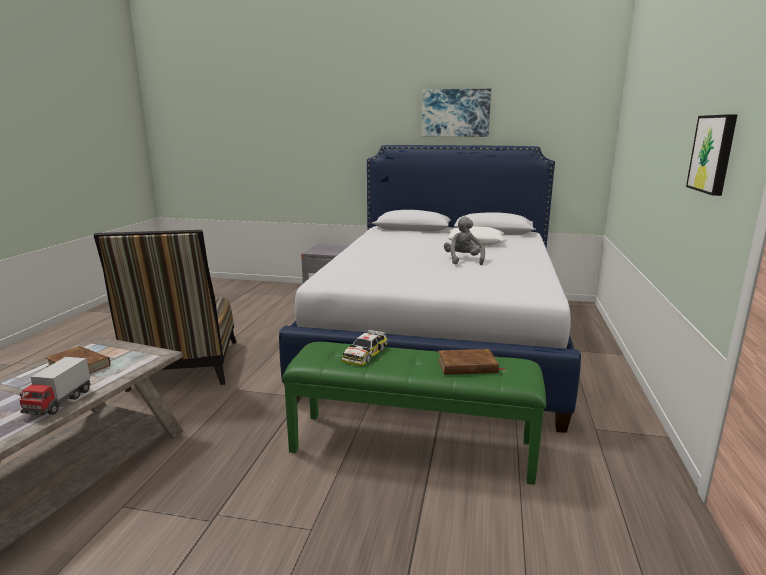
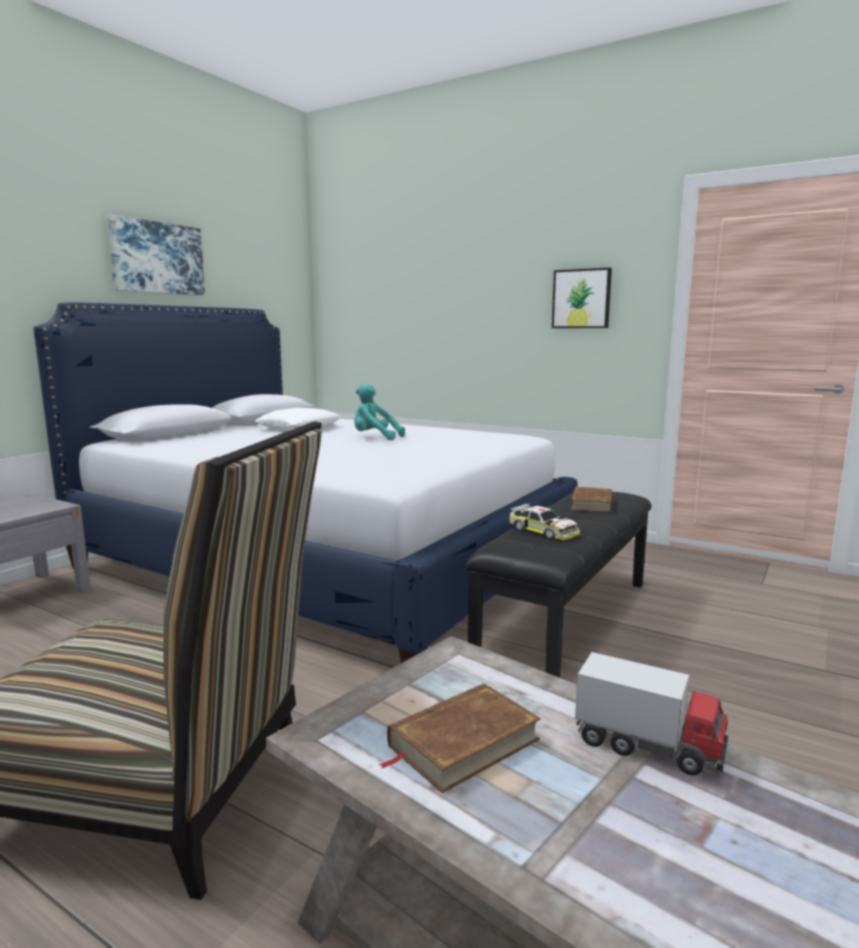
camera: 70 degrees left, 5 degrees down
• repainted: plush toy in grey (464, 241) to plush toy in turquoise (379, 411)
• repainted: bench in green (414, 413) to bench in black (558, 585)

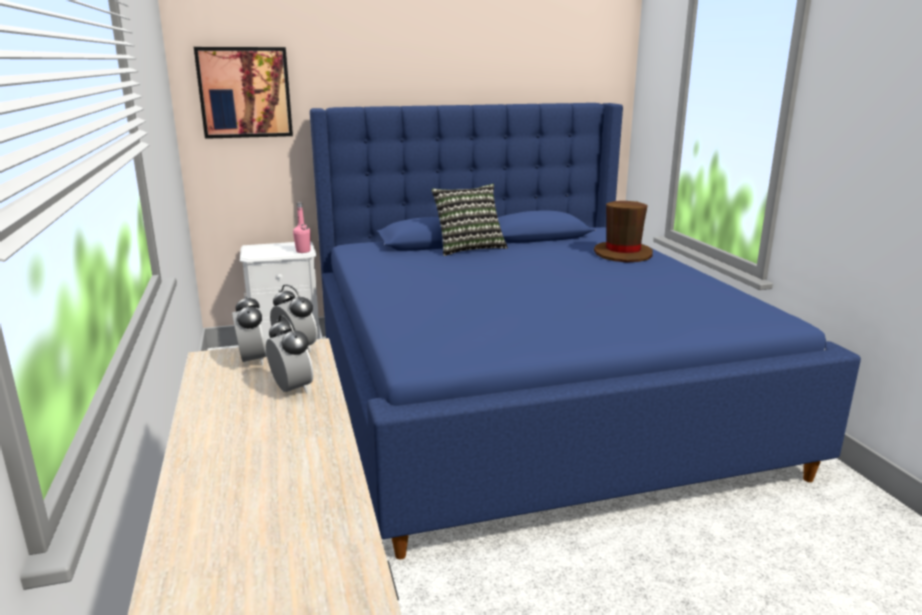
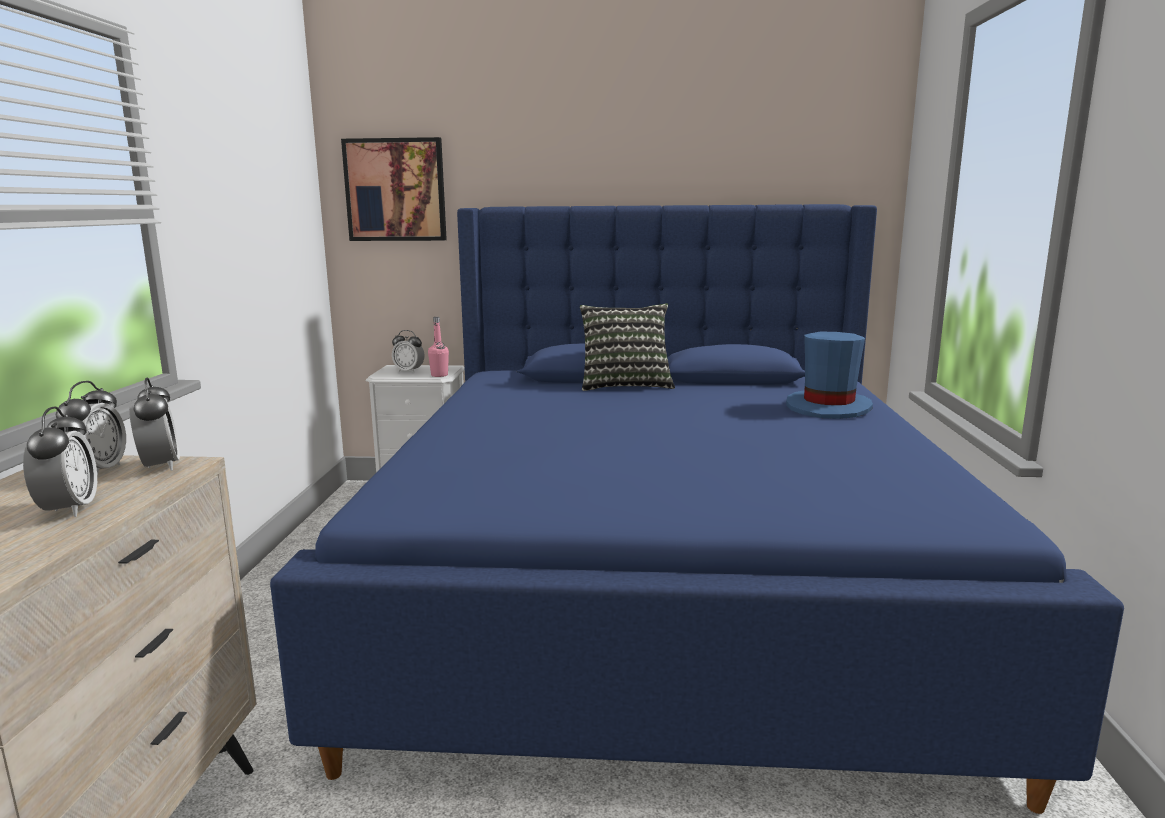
camera: 20 degrees right, 5 degrees down
• new: alarm clock (408, 351)
• repainted: hat in brown (623, 232) to hat in blue (829, 375)

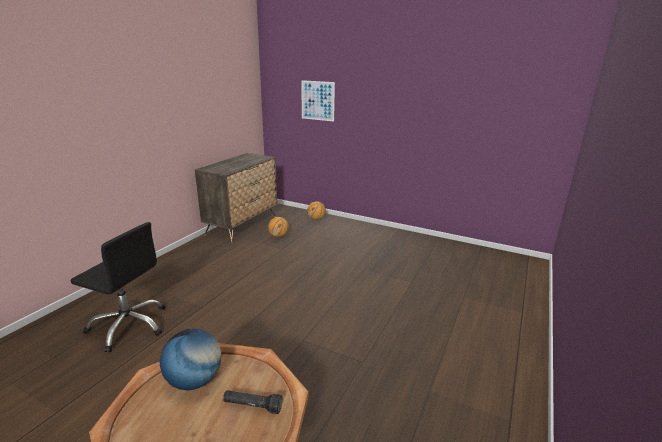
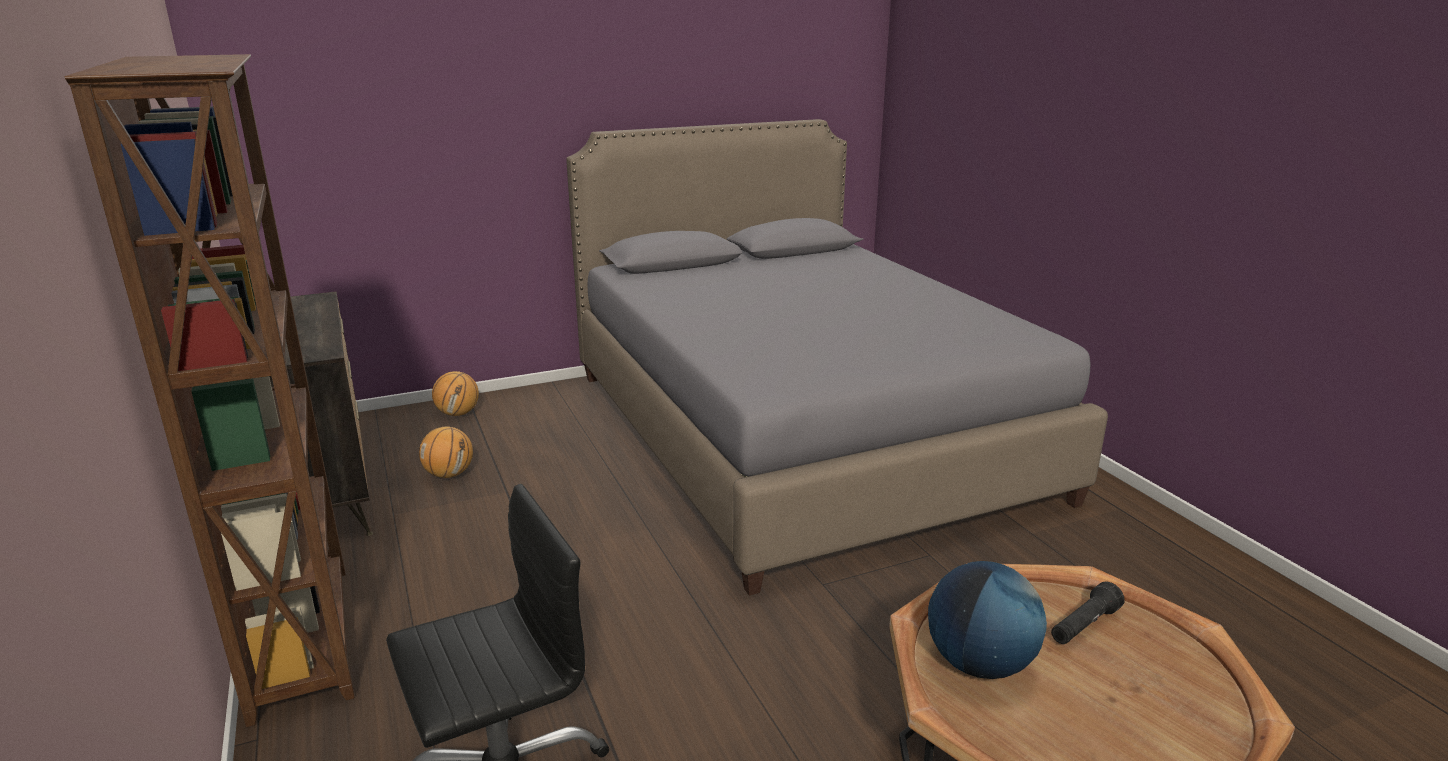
camera: 50 degrees left, 0 degrees up
• new: bookcase in brown (210, 390)
• new: bed in grey (837, 357)
• gone: picture (318, 101)

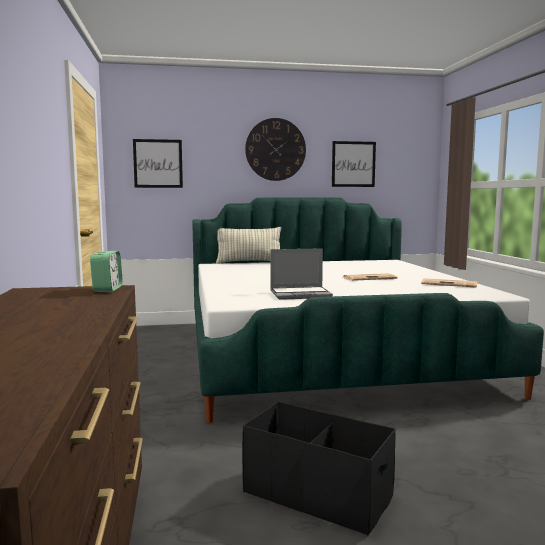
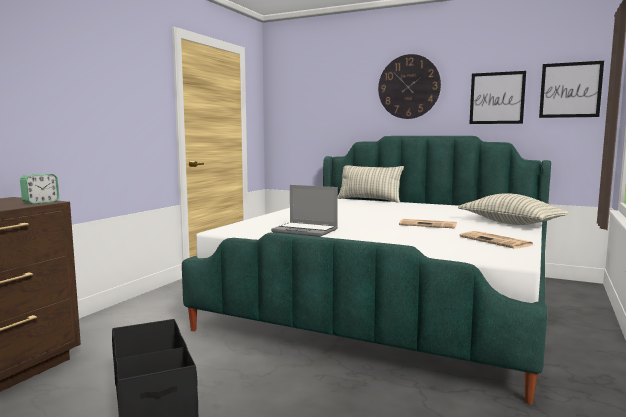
camera: 35 degrees right, 0 degrees up
• new: pillow (513, 209)
• shifted: picture (158, 163) to (571, 89)

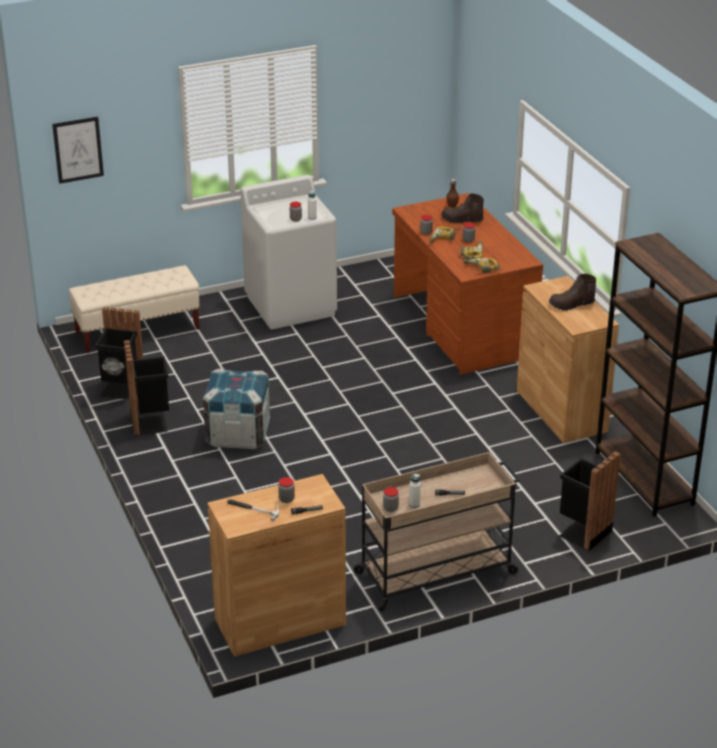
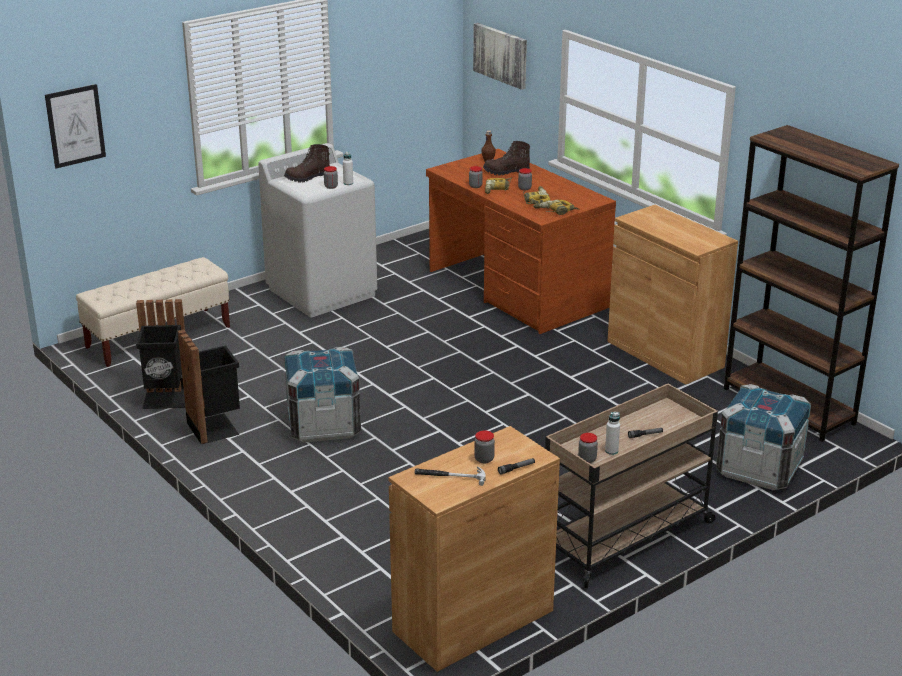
camera: 15 degrees left, 5 degrees down
• shifted: boot in brown (573, 292) to (307, 163)
• new: picture (500, 56)
• swapped: trash can in black (590, 501) to crate (763, 437)

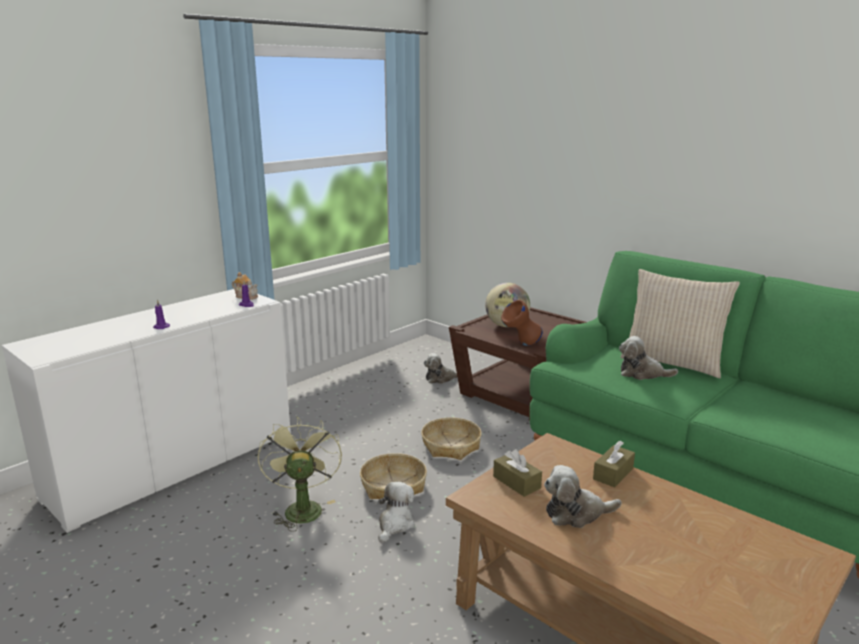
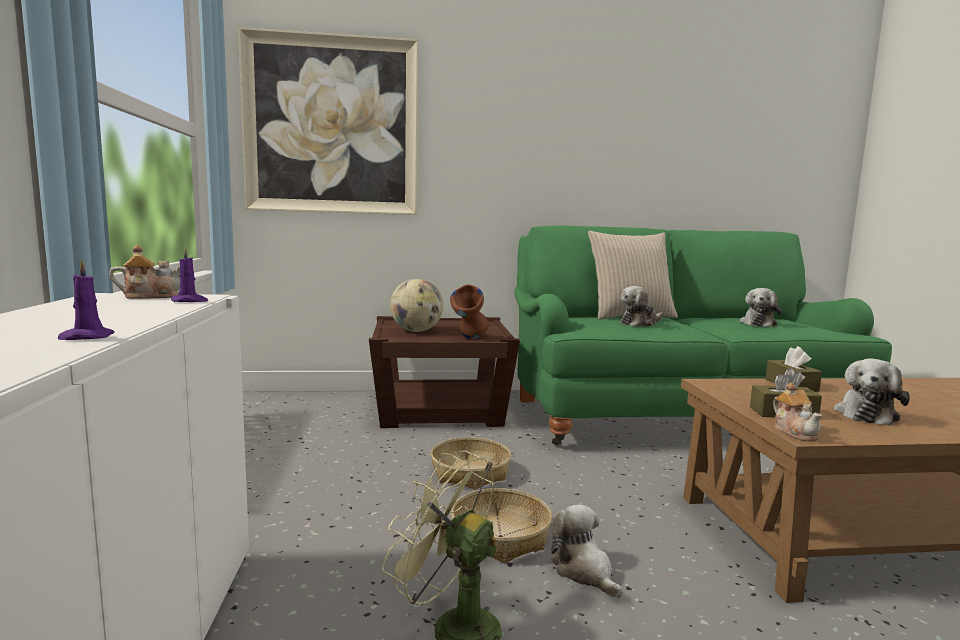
camera: 50 degrees left, 10 degrees down
• new: picture (328, 121)
• shifted: plush toy (441, 368) to (761, 307)
• new: teapot (798, 412)

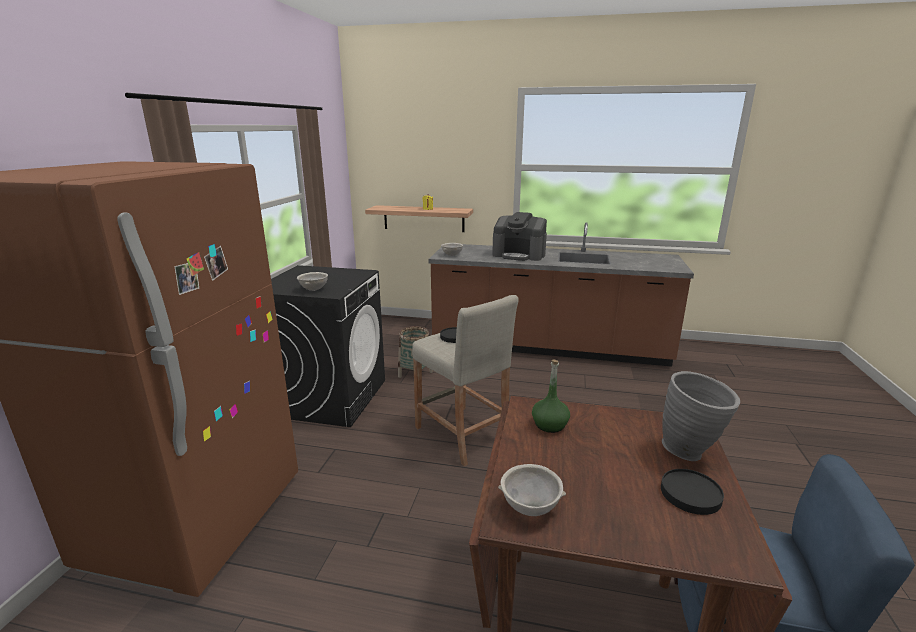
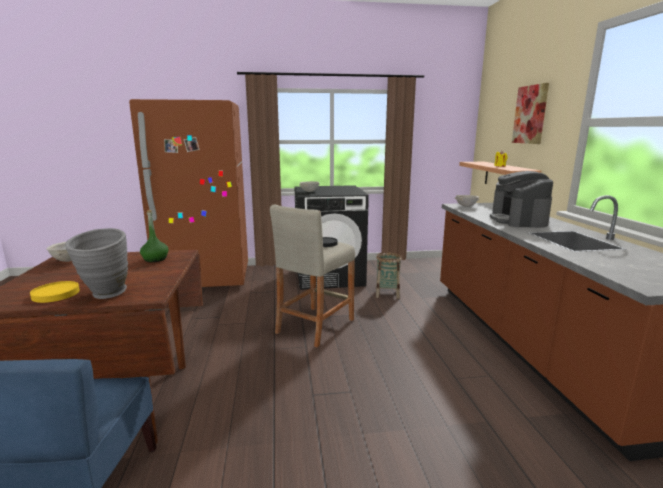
camera: 70 degrees right, 5 degrees down
• repainted: plate in black (692, 492) to plate in yellow (55, 292)
• new: picture (530, 113)

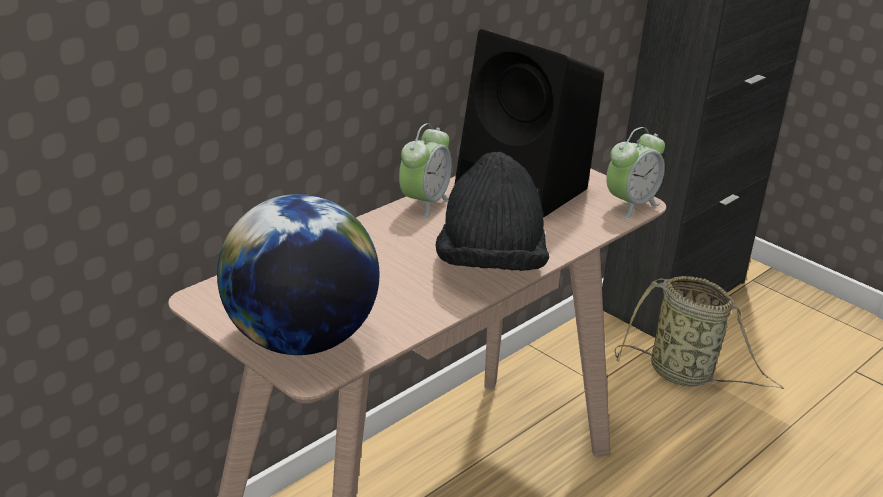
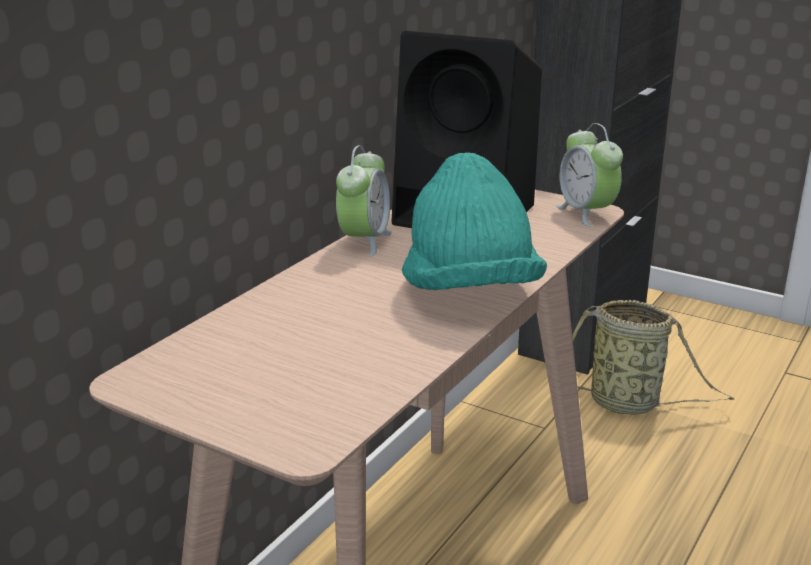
camera: 10 degrees left, 5 degrees down
• repainted: hat in black (492, 211) to hat in turquoise (474, 221)
• rotated: alarm clock (635, 173) = (589, 175) 120 degrees clockwise
• gone: globe (298, 274)

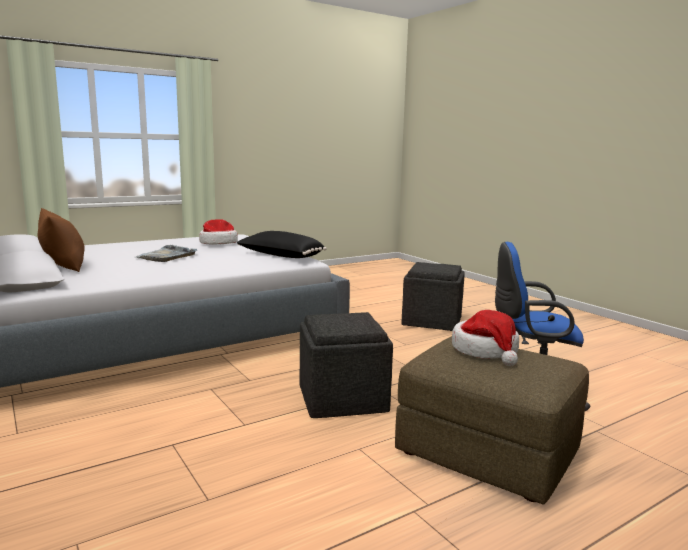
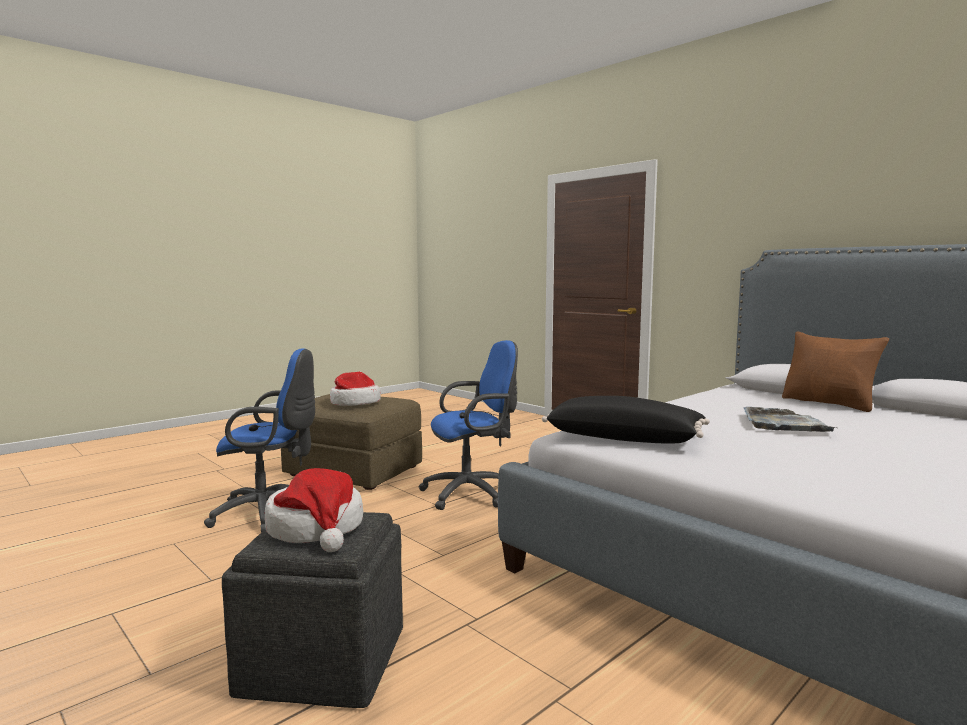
camera: 170 degrees right, 5 degrees down
• shifted: hat (218, 231) to (314, 510)
• swapped: ottoman in grey (346, 365) to office chair in blue (468, 425)

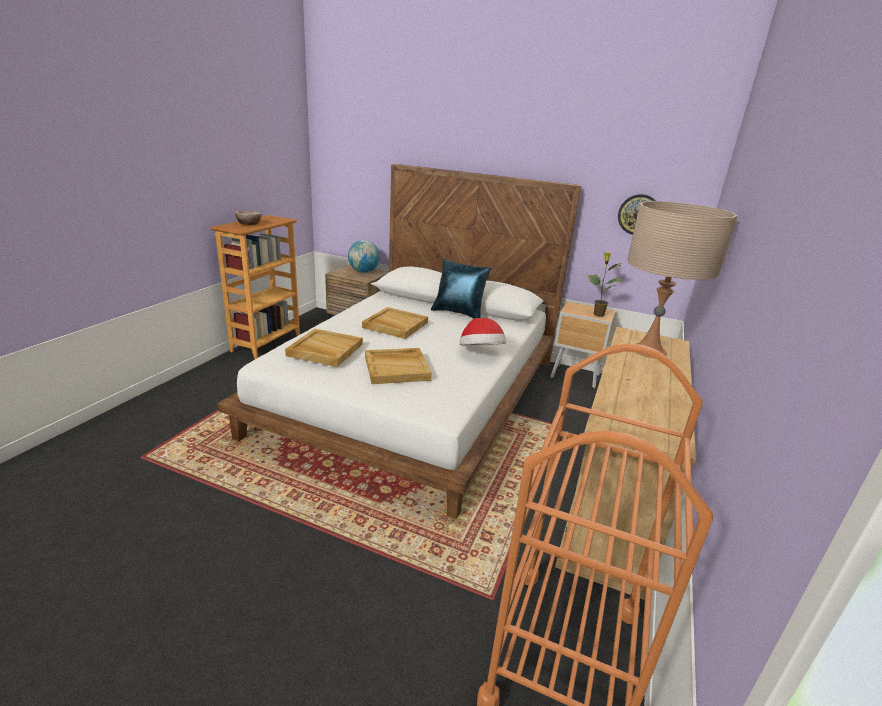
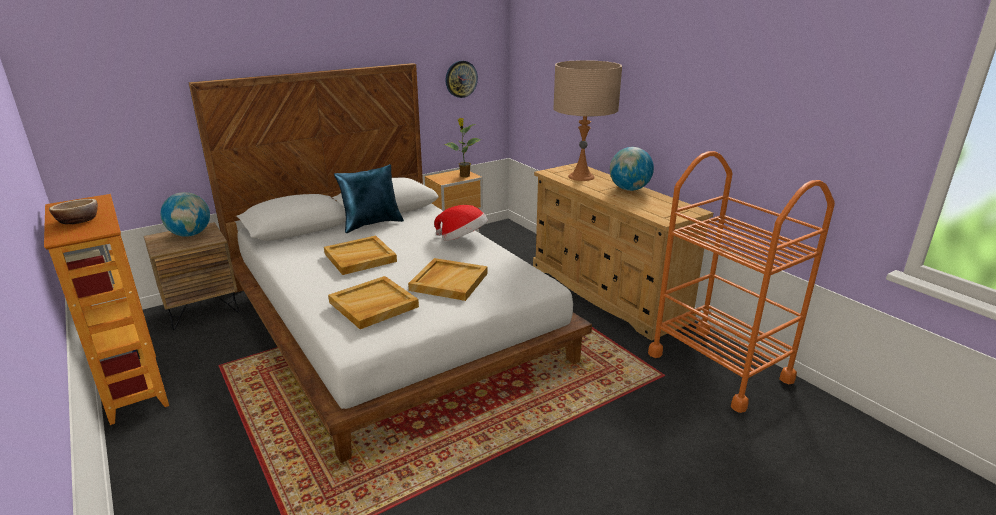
camera: 55 degrees left, 0 degrees up
• new: globe (632, 169)

